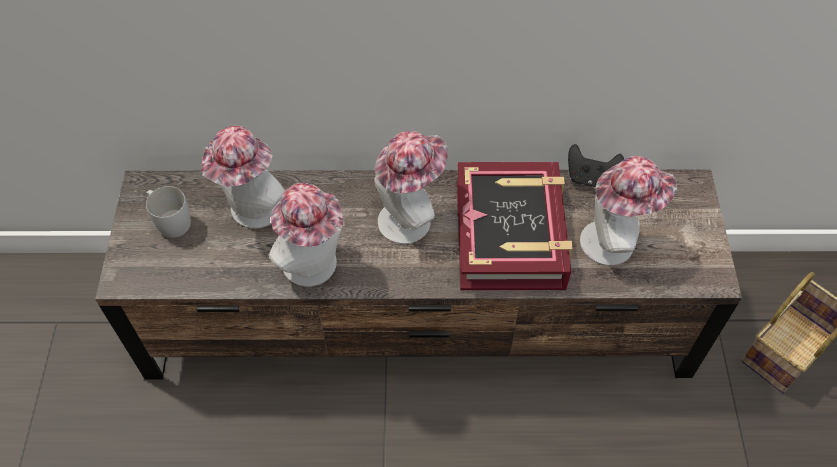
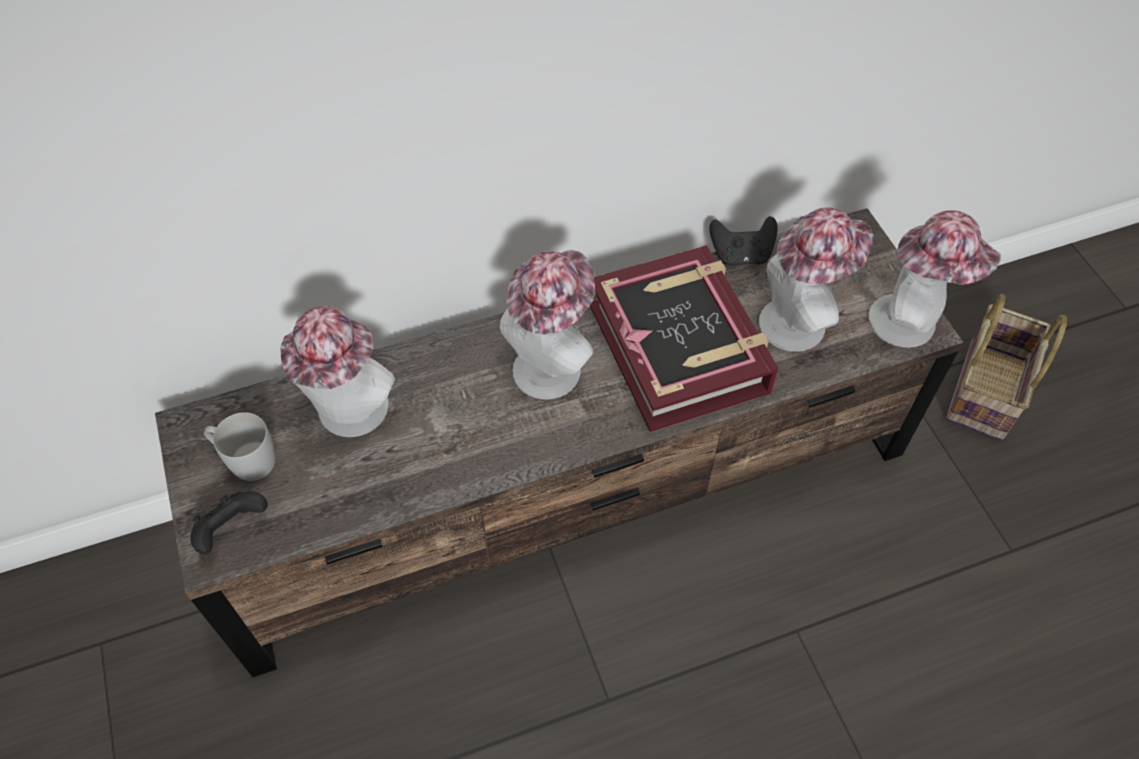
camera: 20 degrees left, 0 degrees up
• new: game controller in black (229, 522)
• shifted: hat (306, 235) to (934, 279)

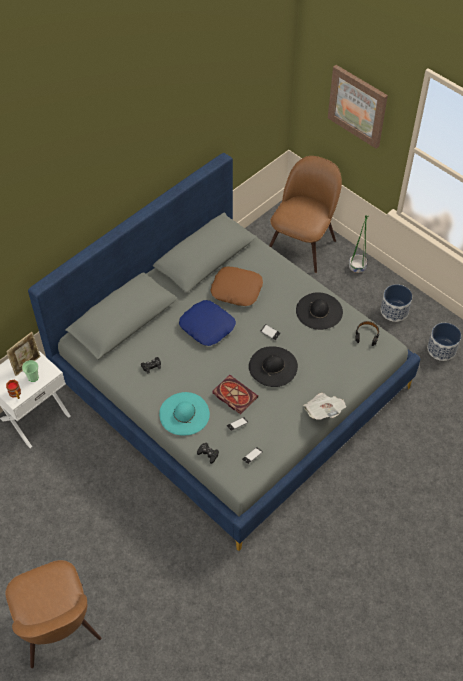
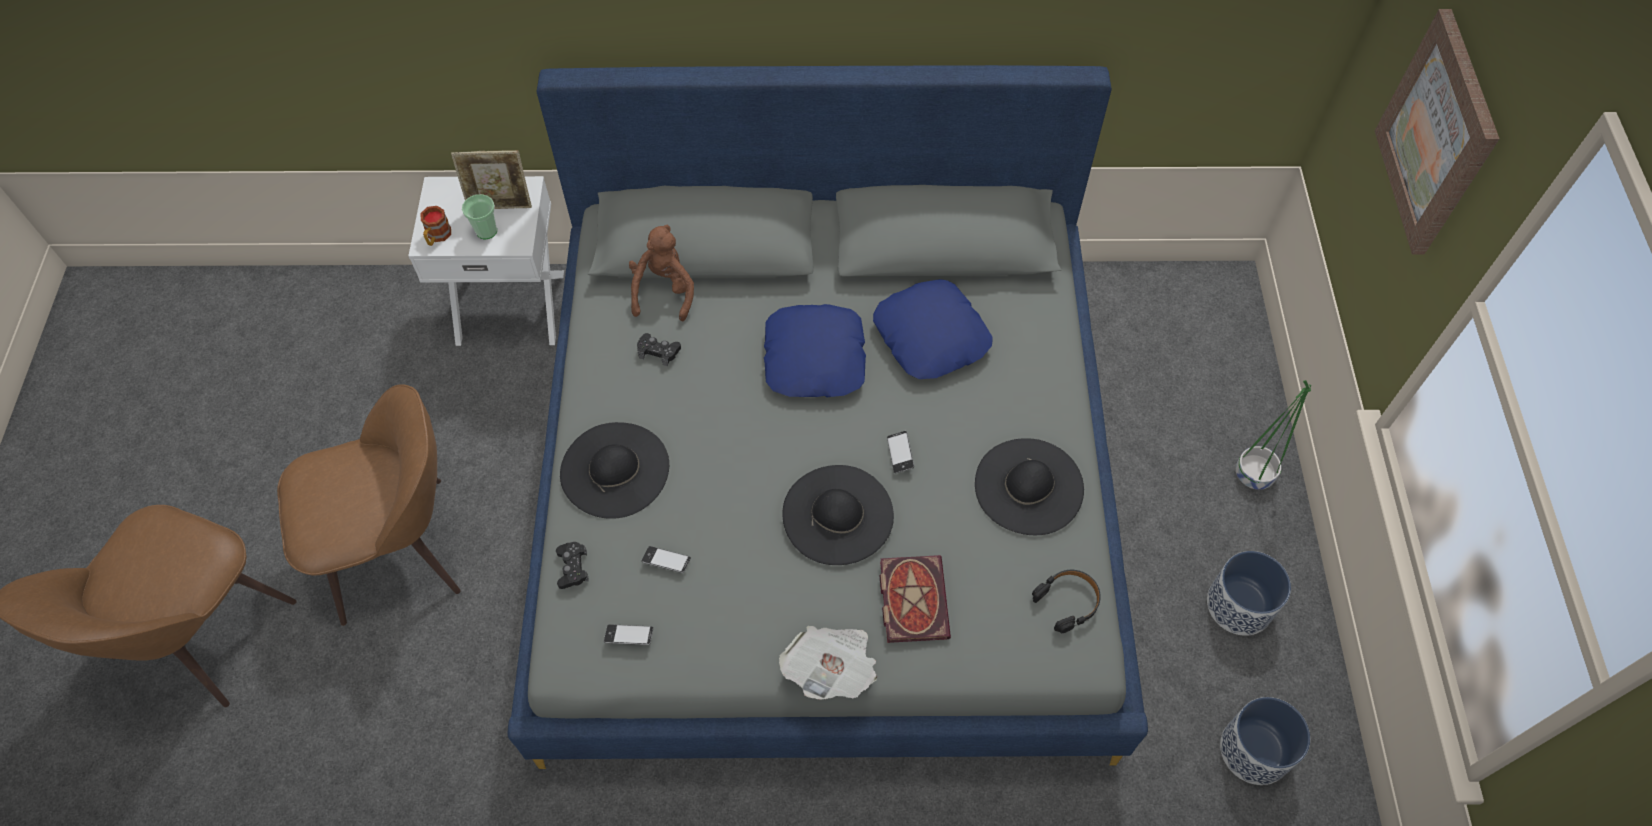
camera: 45 degrees right, 5 degrees up
• shifted: chair in brown (305, 214) to (369, 505)
• repainted: hat in turquoise (184, 413) to hat in black (614, 470)
• new: plush toy in brown (661, 273)
• repainted: pillow in brown (236, 286) to pillow in blue (933, 329)
• shifted: book (235, 394) to (915, 599)

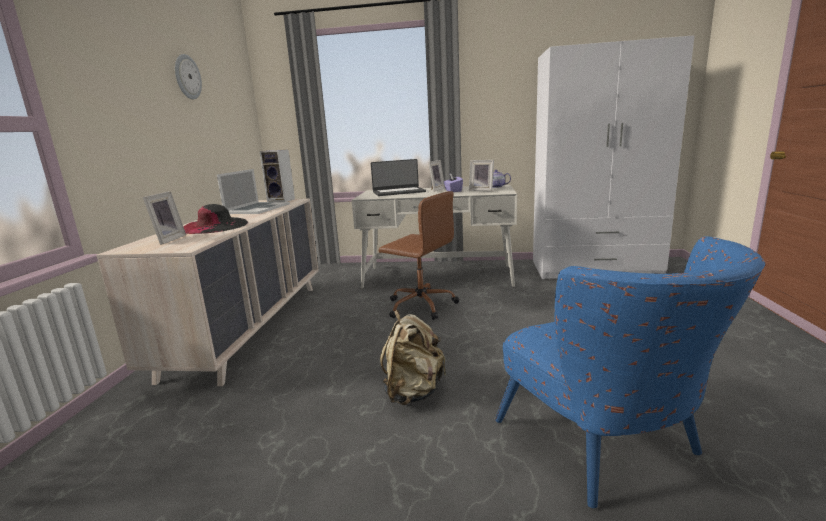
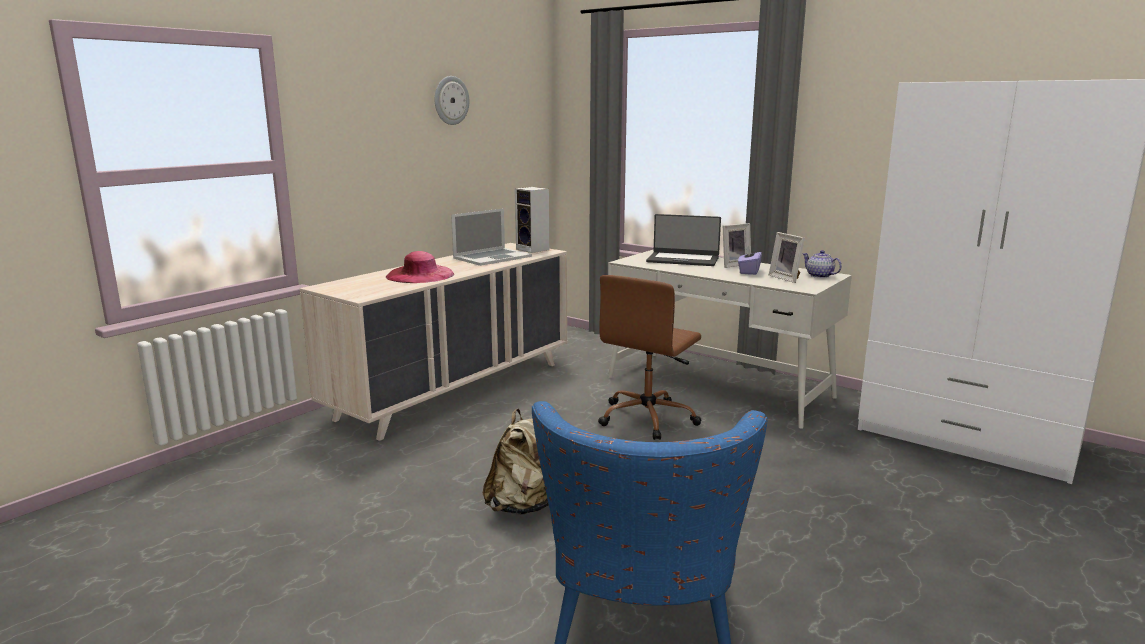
camera: 30 degrees right, 0 degrees up
• repainted: hat in black (215, 219) to hat in pink (420, 267)
• rotated: office chair in brown (419, 255) = (649, 357) 60 degrees clockwise
• gone: picture frame (164, 218)

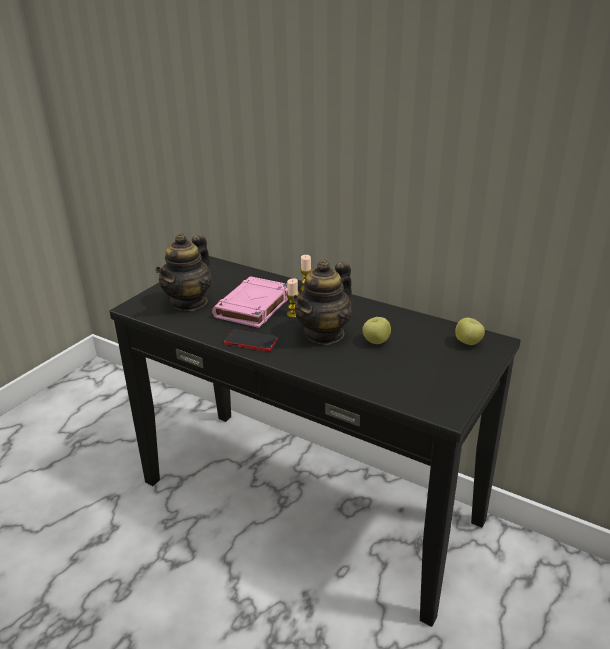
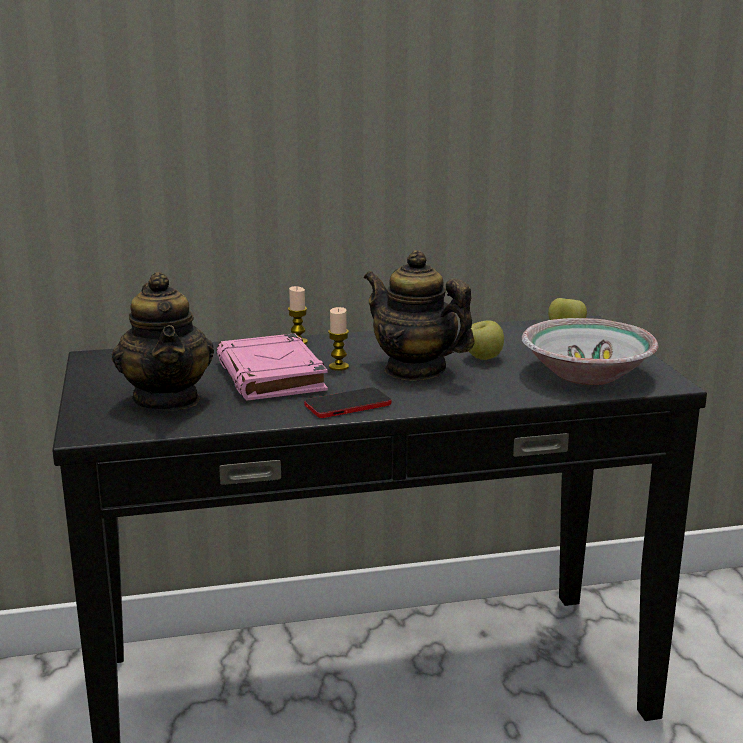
camera: 45 degrees left, 10 degrees down
• rotated: teapot (322, 302) = (419, 315) 135 degrees clockwise
• new: bowl (590, 351)

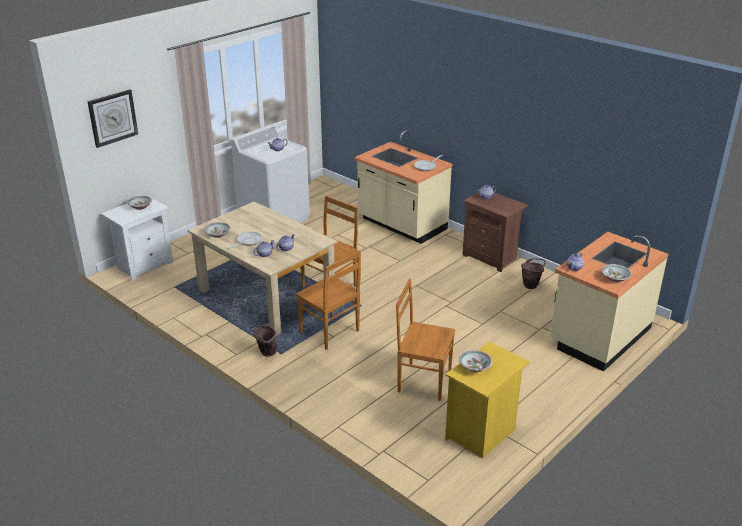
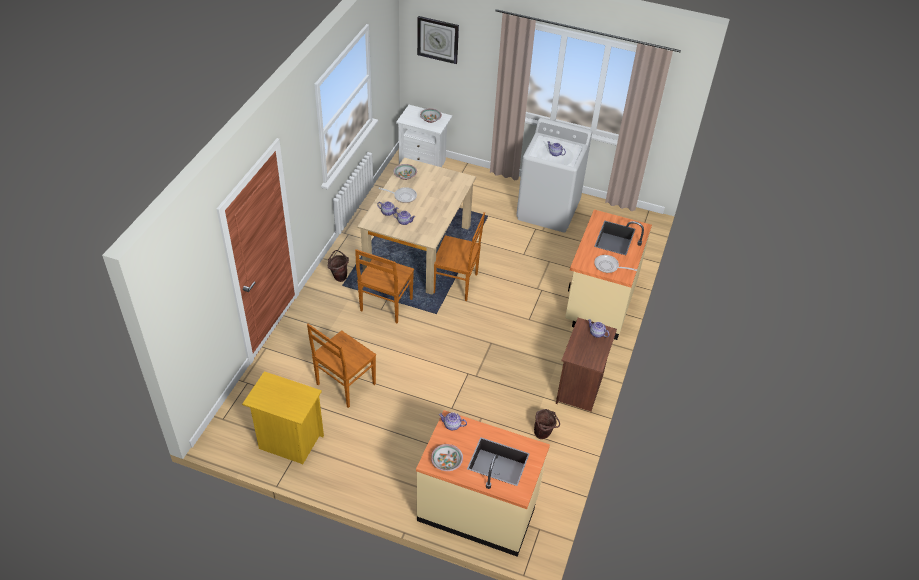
camera: 65 degrees right, 15 degrees up
• rotated: chair in brown (425, 339) = (341, 366) 135 degrees counterclockwise
• gone: bowl (475, 361)

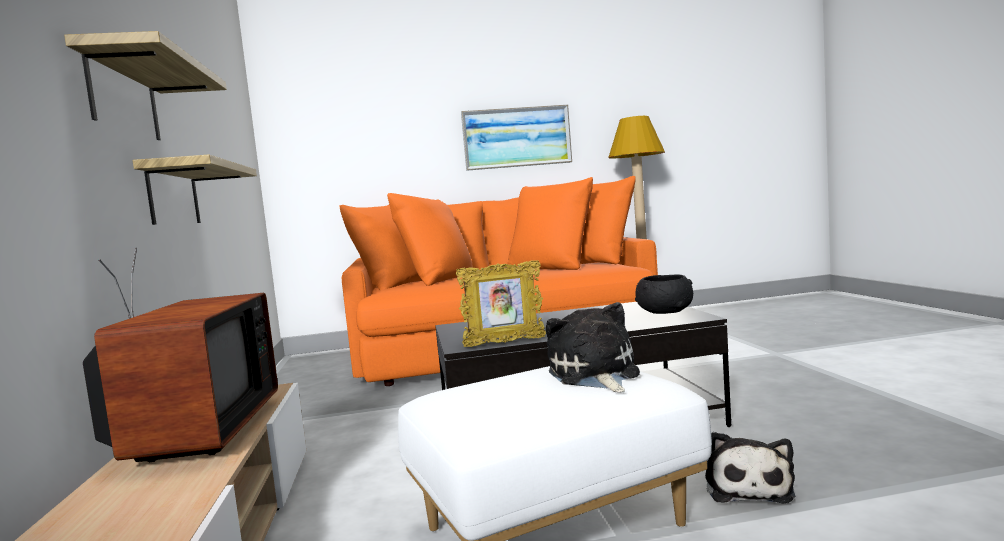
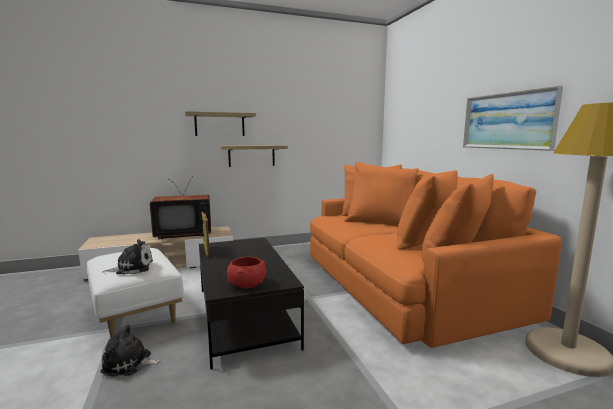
camera: 80 degrees right, 5 degrees up
• repainted: bowl in black (664, 294) to bowl in red (246, 272)

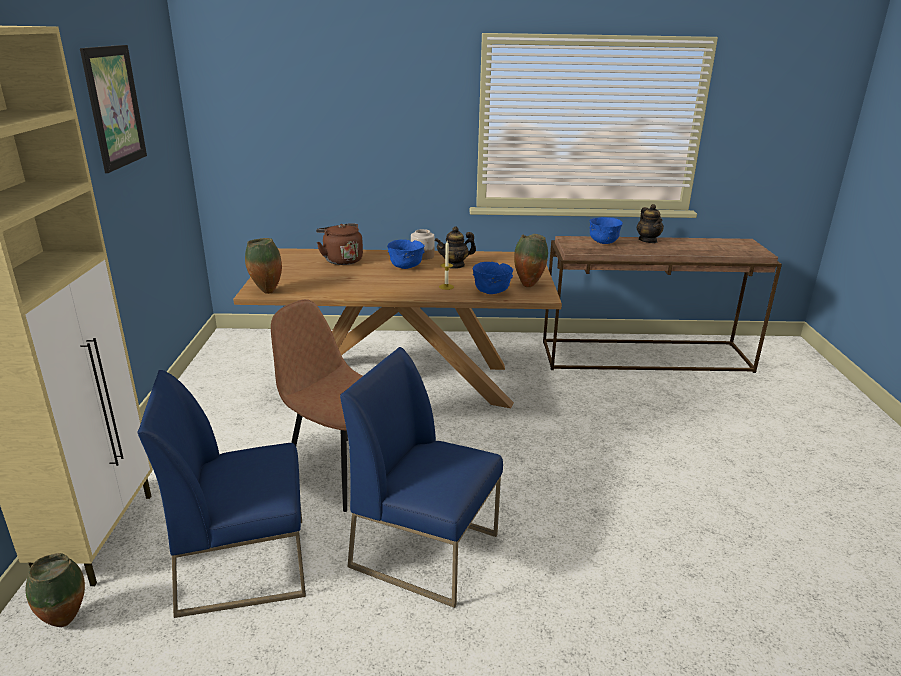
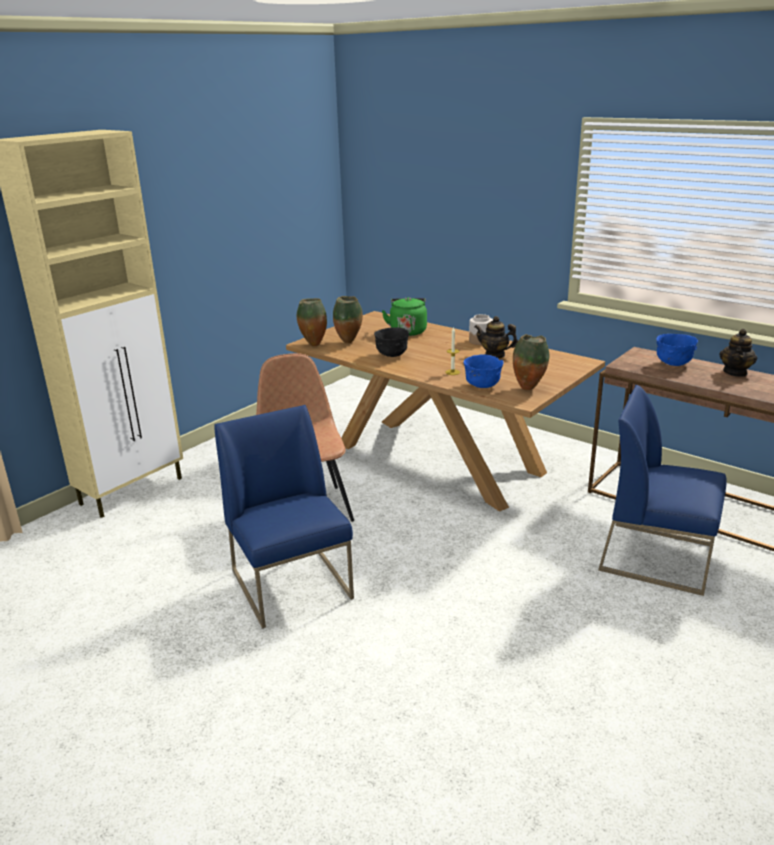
camera: 40 degrees right, 0 degrees up
• shifted: vase (55, 590) to (348, 320)
• new: bowl in black (391, 342)
• repainted: kettle in brown (339, 244) to kettle in green (404, 316)
• shifted: chair in blue (221, 494) to (662, 490)
• gone: picture (113, 109)
• gone: bowl in blue (406, 254)

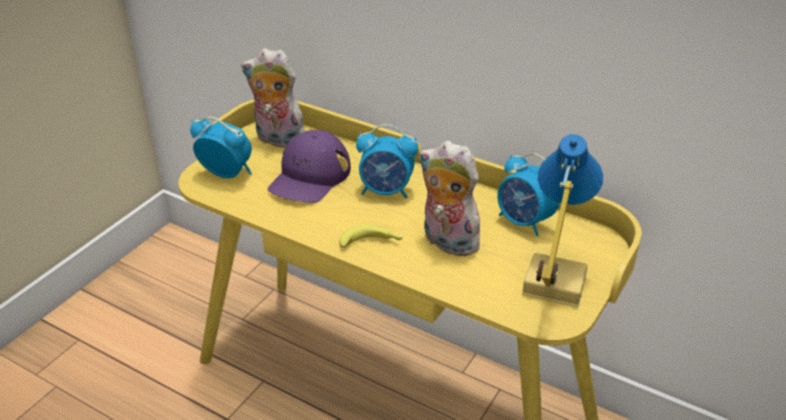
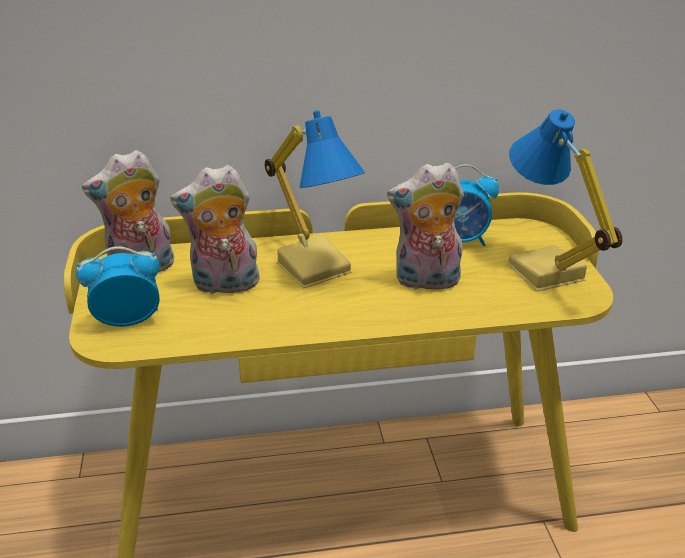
camera: 40 degrees left, 5 degrees down
• swapped: cap in purple (309, 166) to plush toy (215, 229)
• swapped: alarm clock (387, 161) to table lamp (315, 199)
• gone: banana (371, 236)

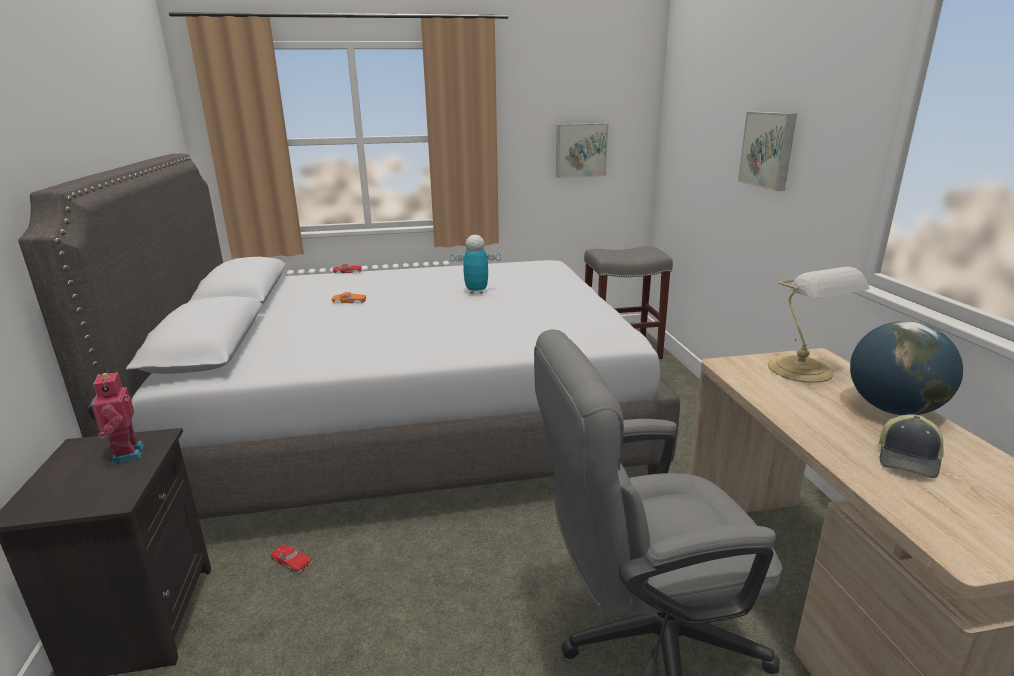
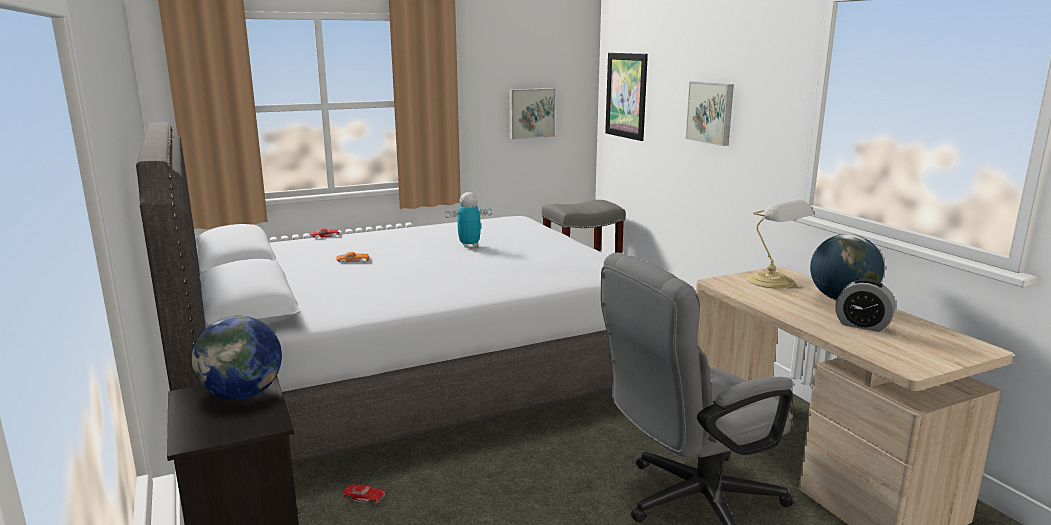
camera: 15 degrees left, 5 degrees down
• swapped: toy robot (116, 417) to globe (237, 358)
• new: picture (626, 97)
• swapped: cap (911, 446) to alarm clock (865, 305)

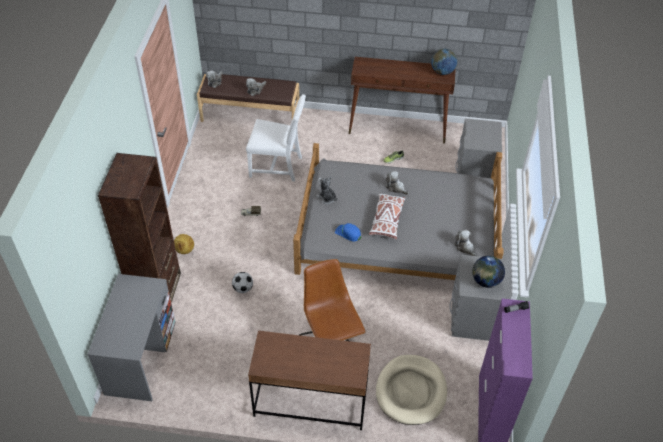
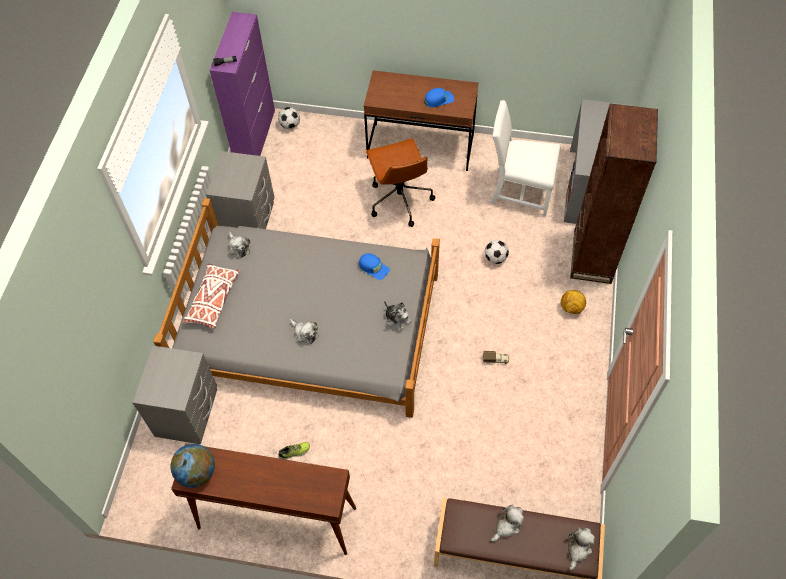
camera: 175 degrees left, 10 degrees up
• shifted: pillow in white (387, 216) to (211, 296)
• new: football (289, 118)
• new: cap in blue (439, 97)
• shifted: chair in white (276, 138) to (525, 158)
• gone: dog bed in beige (411, 390)
• gone: globe (488, 272)

